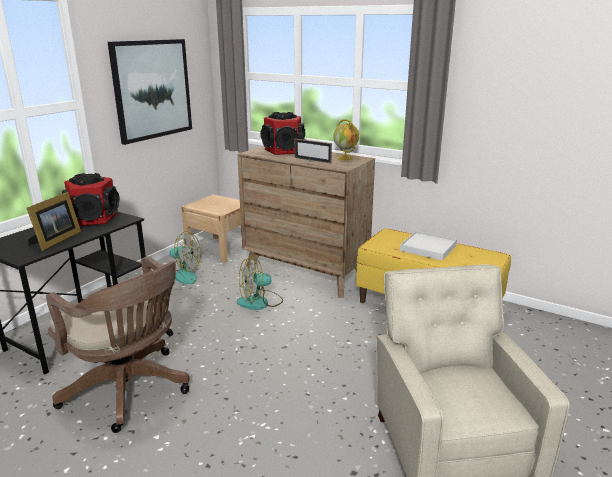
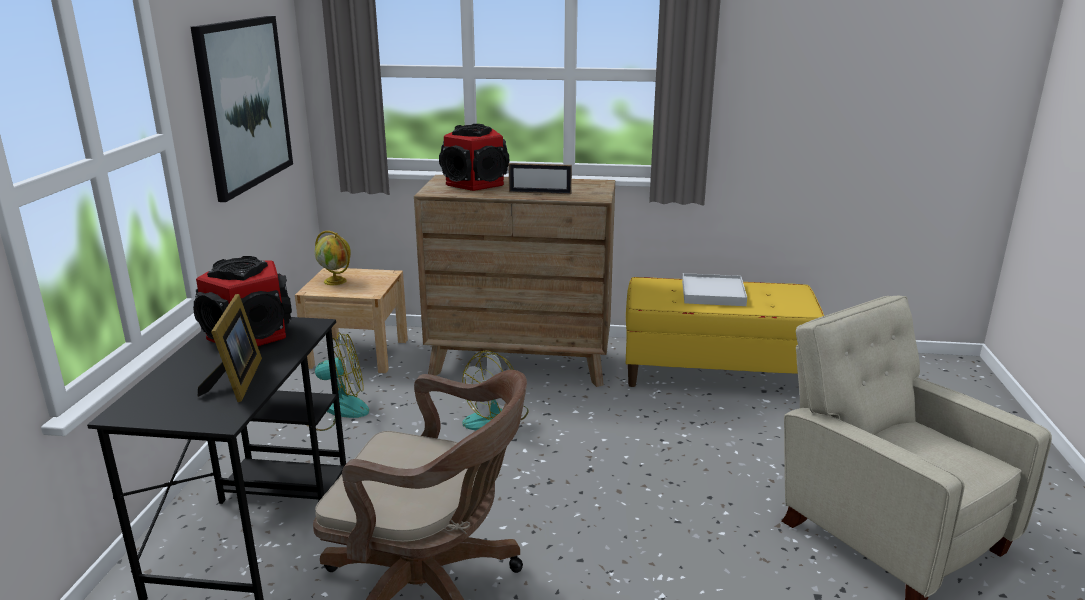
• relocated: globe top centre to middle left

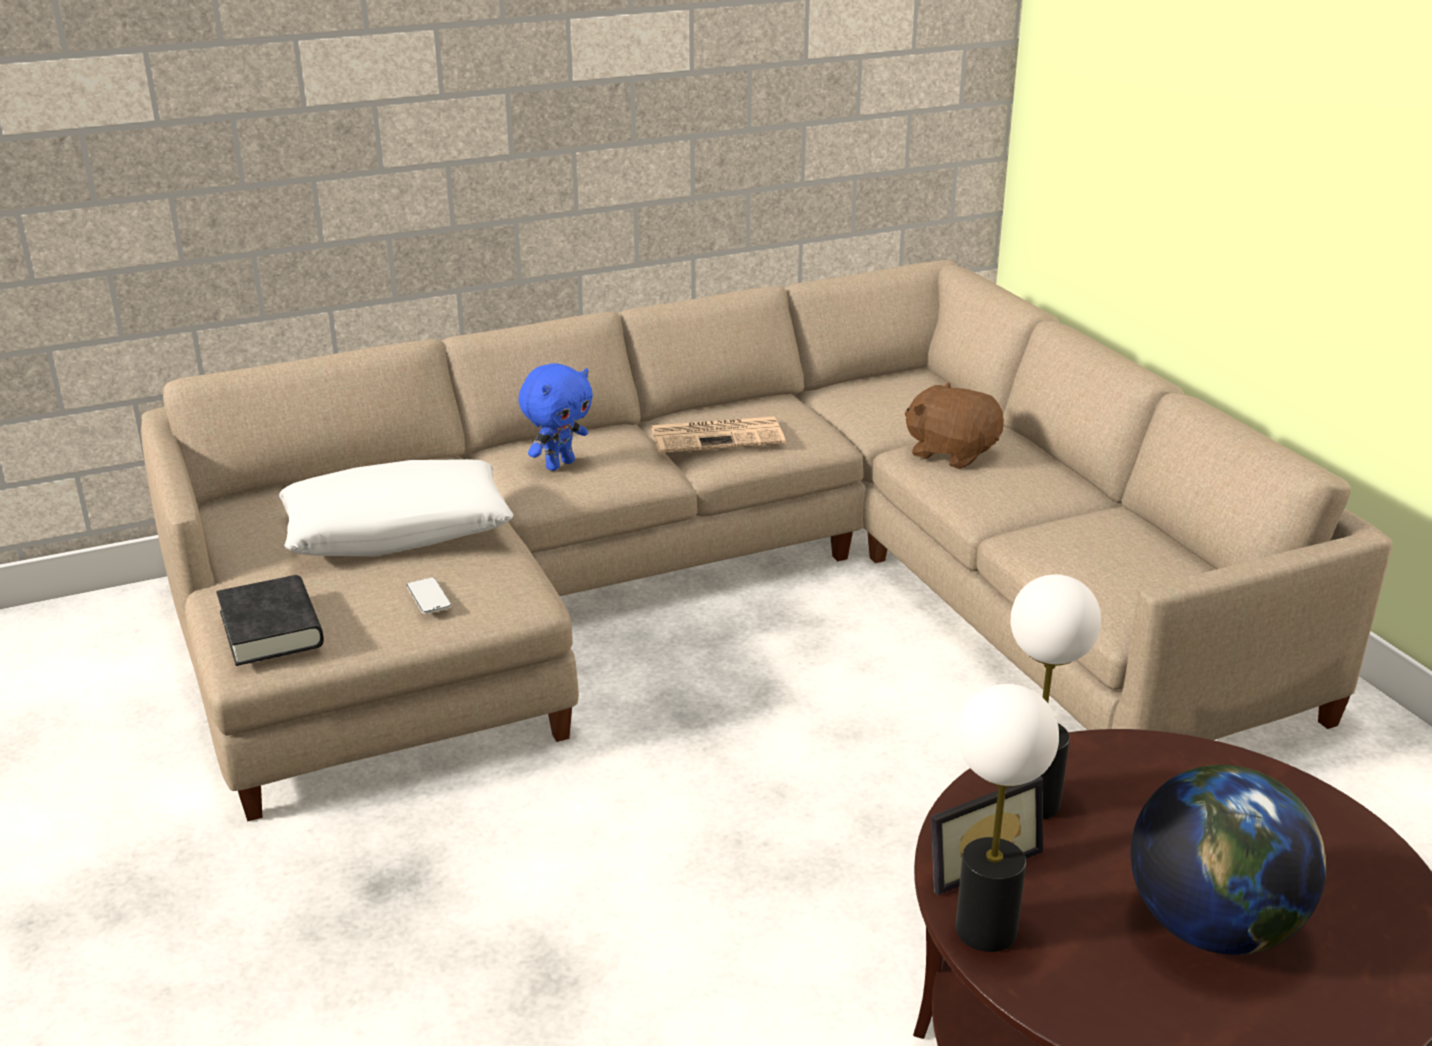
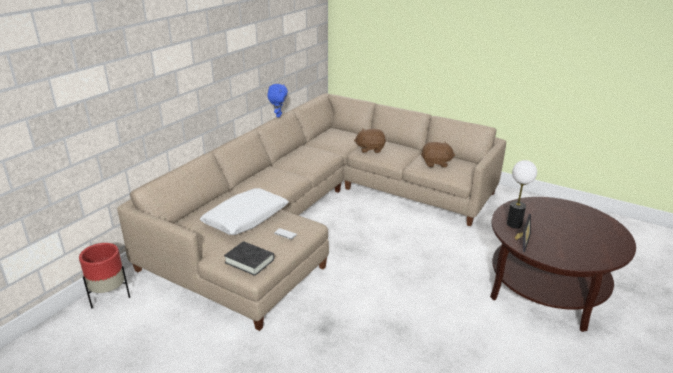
• appeared: red flower pot bottom left
• relocated: bluish soft toy centre to top centre
• appeared: brownish soft toy (no. 2 from left) centre
• missing: printed paper centre
• missing: tabletop lamp (no. 1 from left) bottom right
• missing: globe bottom right

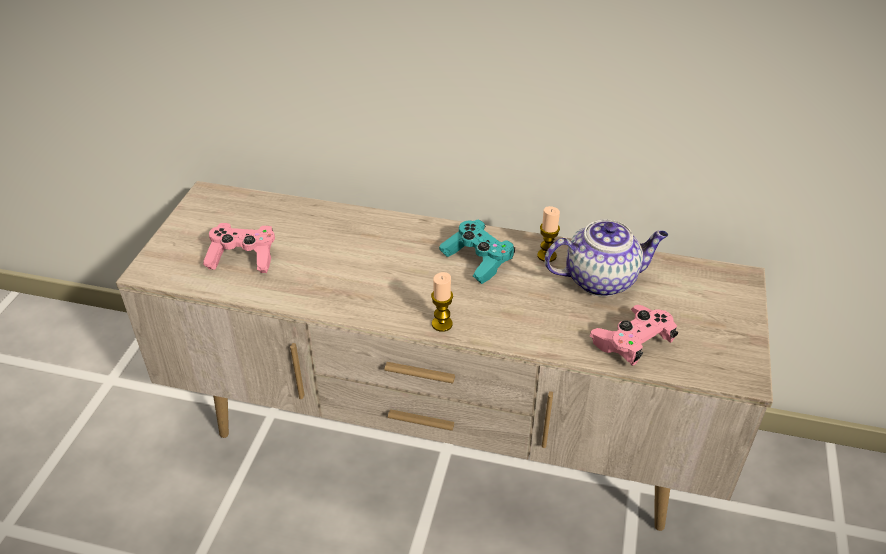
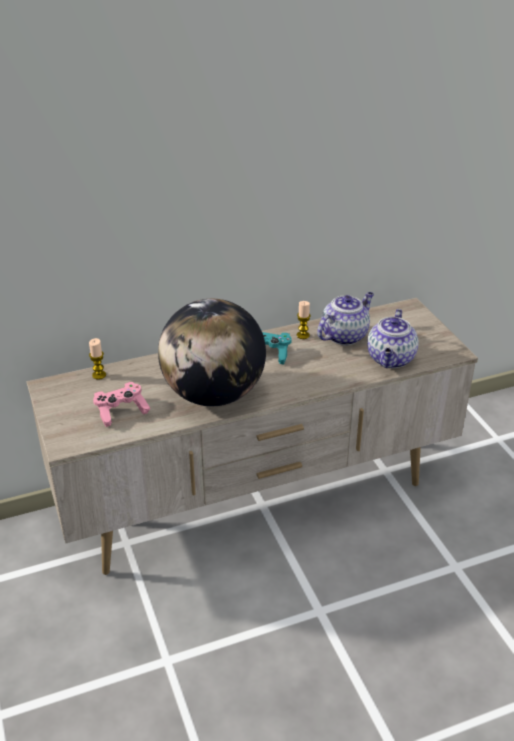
• relocated: wax light (no. 1 from left) centre to middle left
• appeared: globe centre
• exchanged: pink-coloured gamepad (no. 2 from left) middle right to teapot (no. 2 from left) middle right

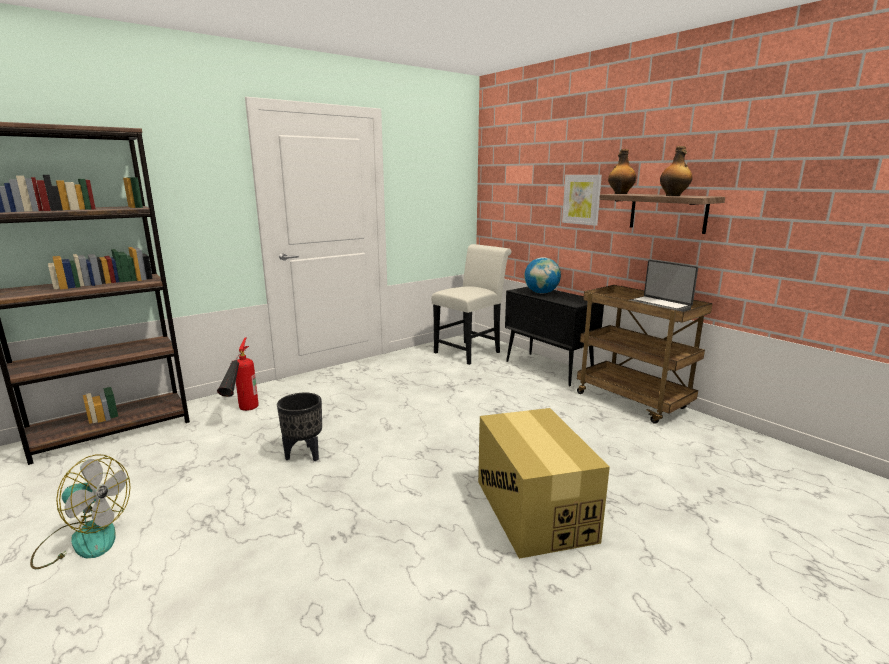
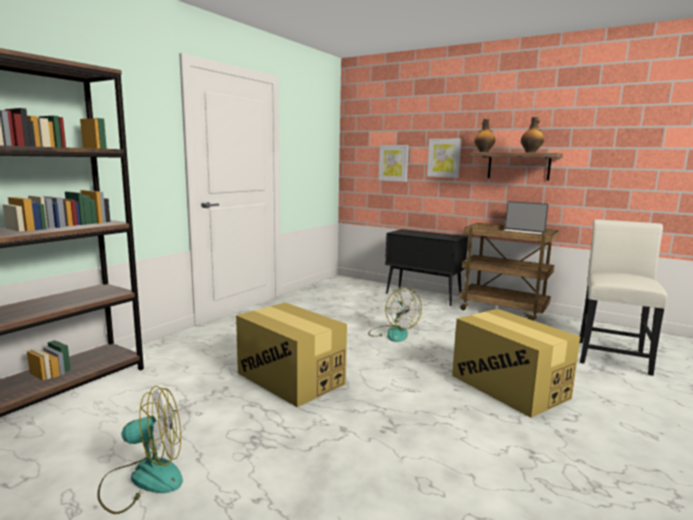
• exchanged: black-coloured flower pot centre to packing box (no. 1 from left) bottom centre
• appeared: fan (no. 2 from left) centre
• appeared: wall picture (no. 1 from left) top centre
• relocated: white chair centre to middle right
• missing: fire extinguisher middle left
• missing: globe centre

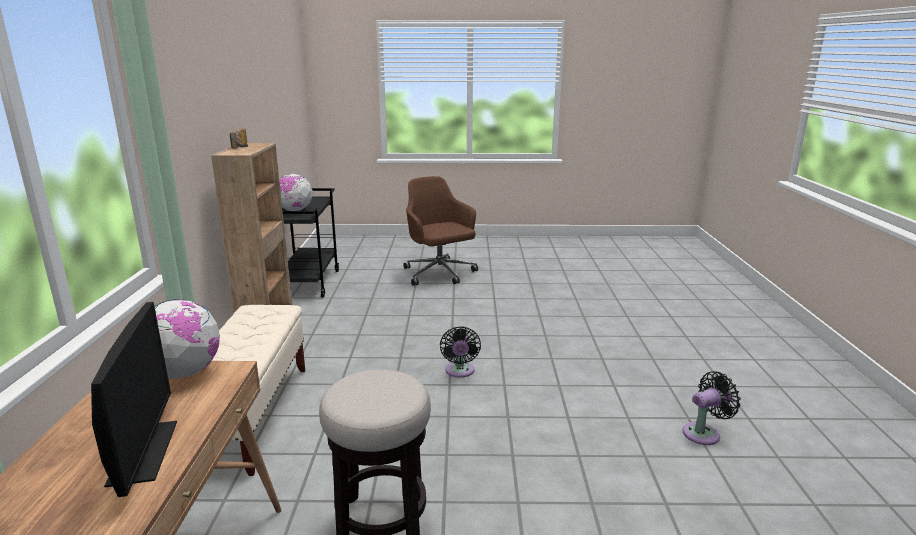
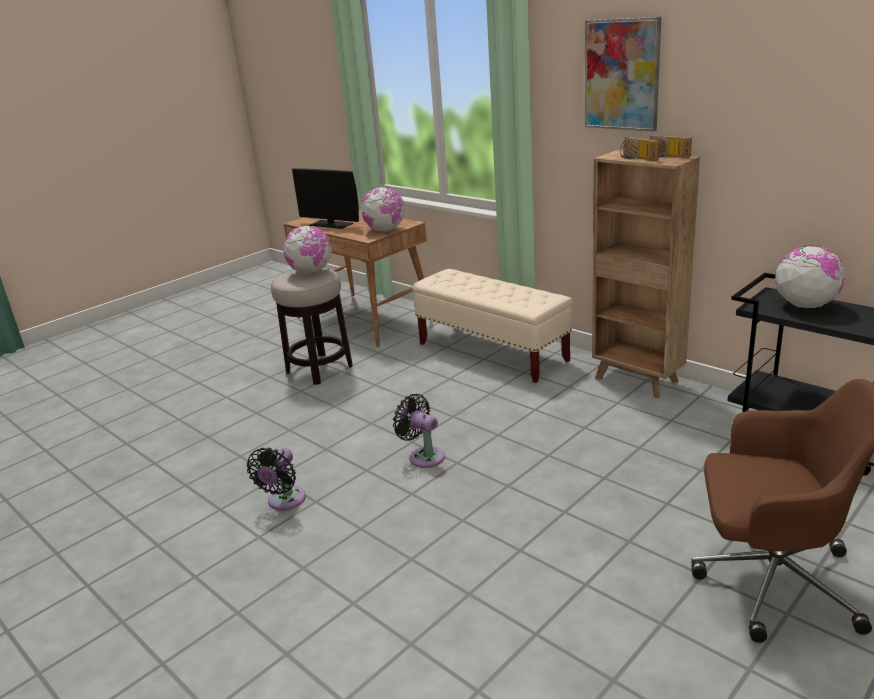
• relocated: black-coloured fan (no. 2 from left in the first image) bottom right to black-coloured fan (no. 1 from left) bottom left
• appeared: globe (no. 1 from left) centre
• appeared: wall picture top right
• appeared: radio set (no. 1 from left) top right

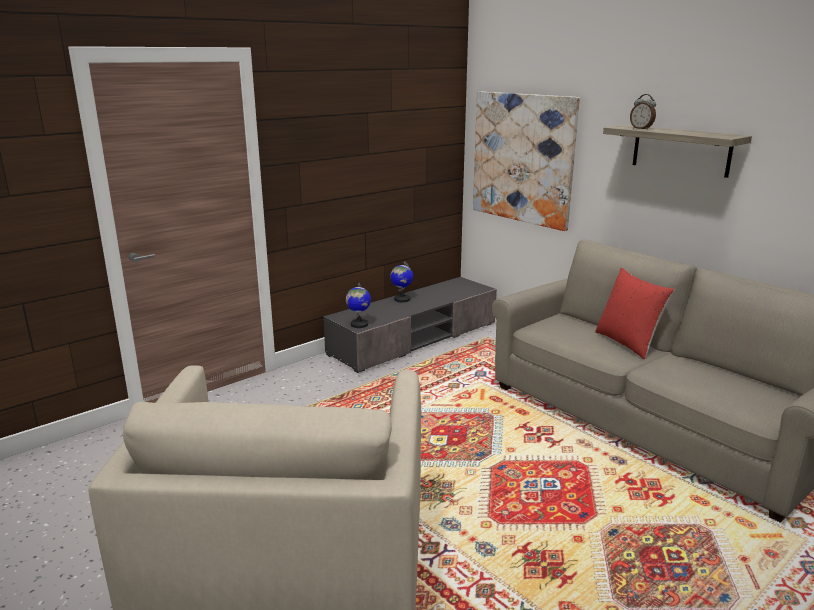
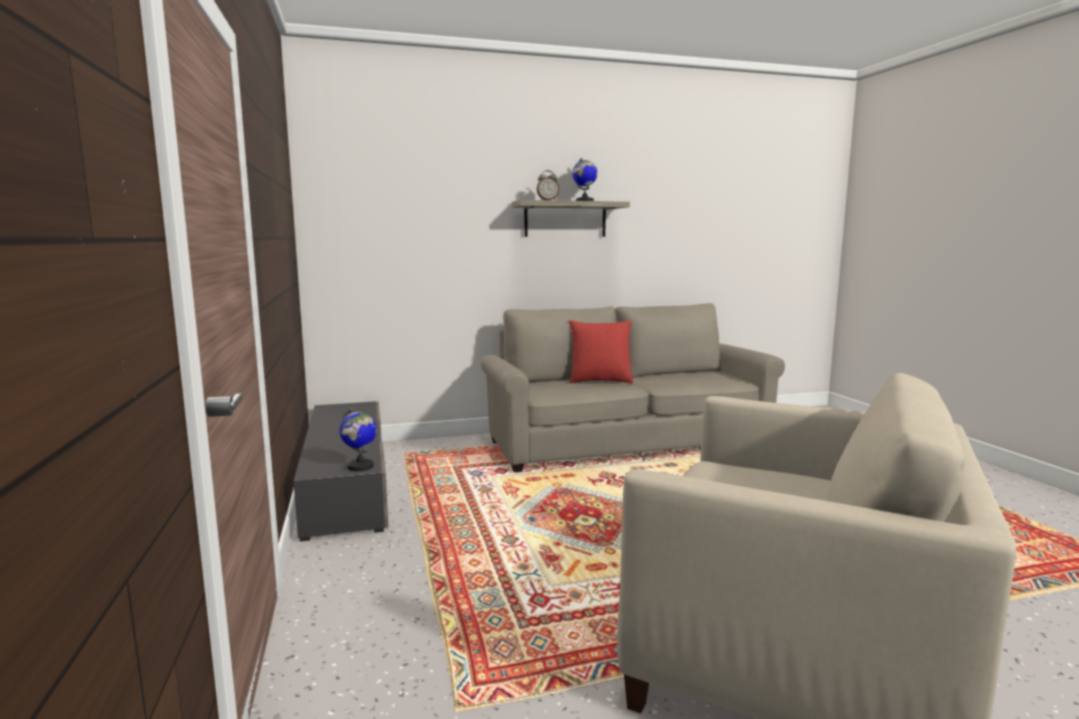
• relocated: globe (no. 2 from left) centre to top centre
• missing: wall picture top centre

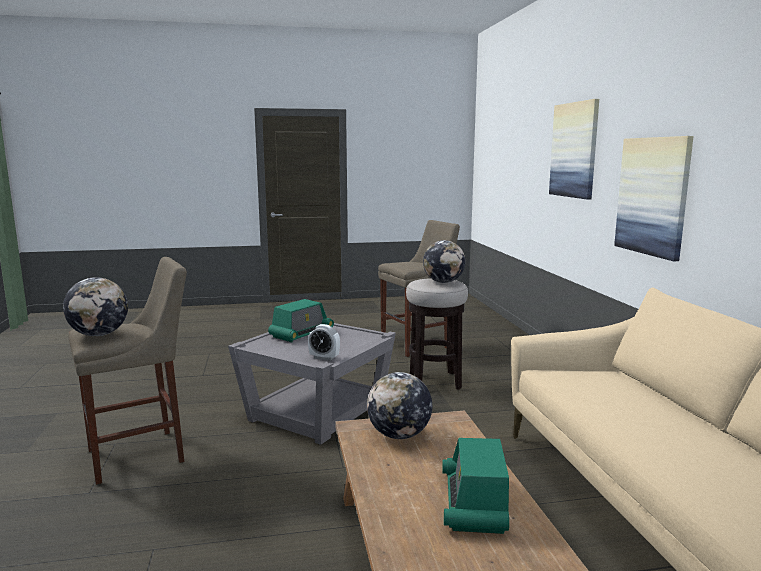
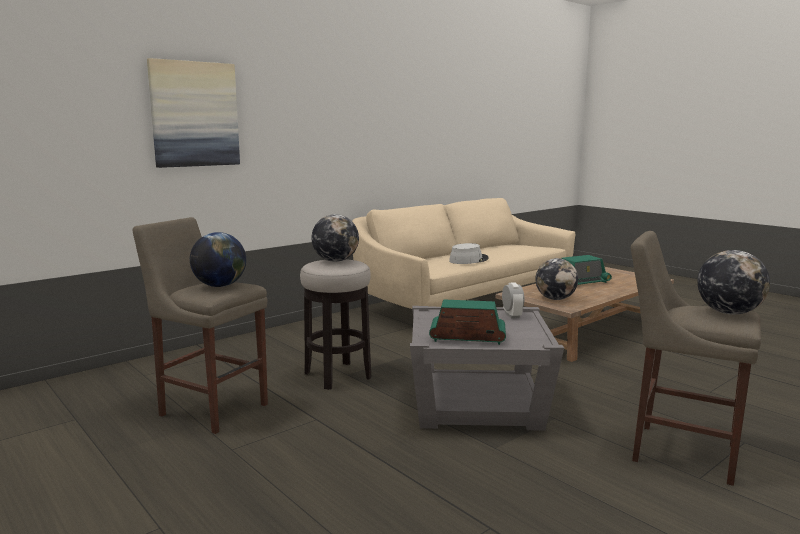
• appeared: globe (no. 1 from left) middle left
• appeared: gray clothing hat centre
• missing: wall picture (no. 2 from left) middle right

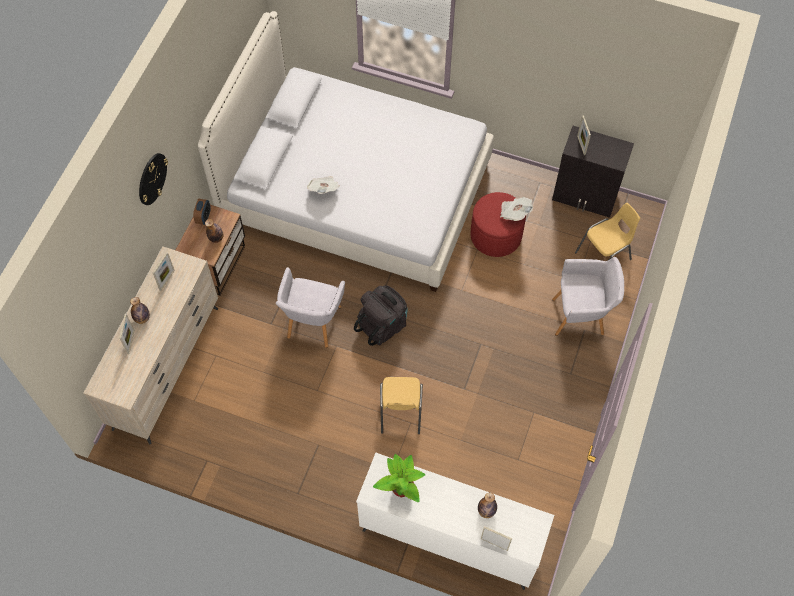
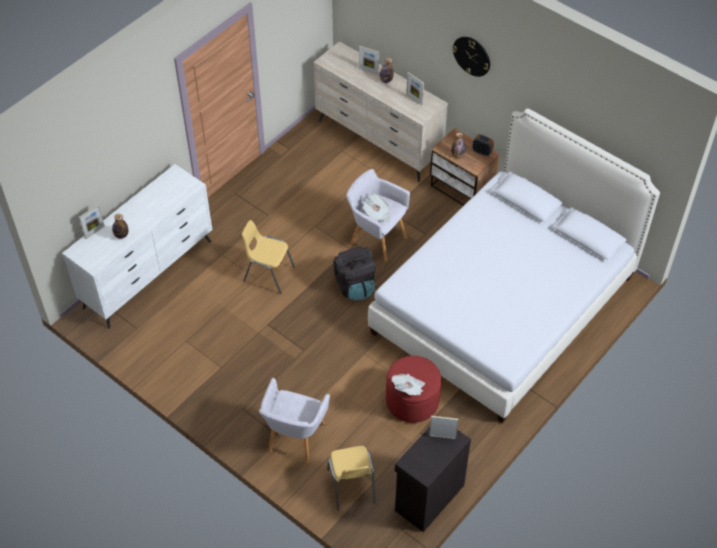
• relocated: printed paper (no. 1 from left) top centre to centre
• missing: potted plant bottom centre

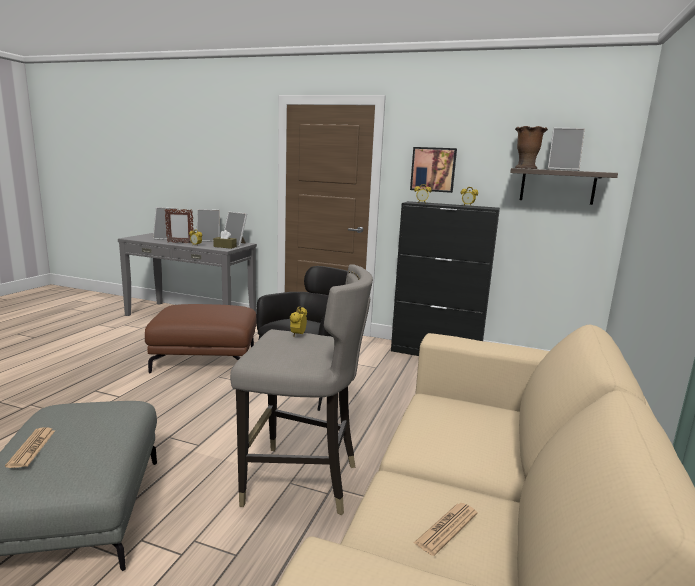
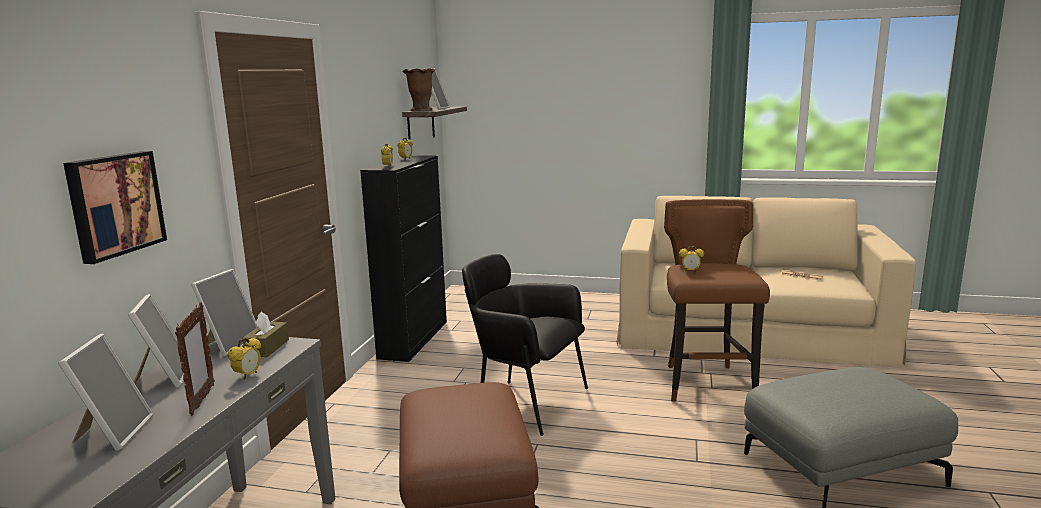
• relocated: wall picture top centre to middle left
• colour: gray stool centre to brownish stool middle right
• missing: printed paper (no. 1 from left) bottom left

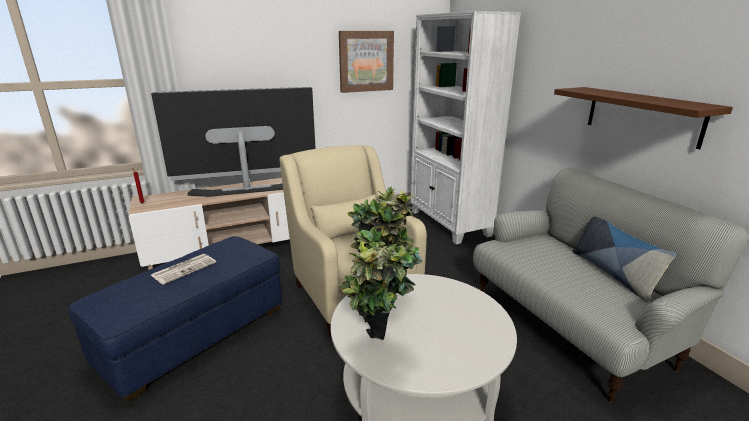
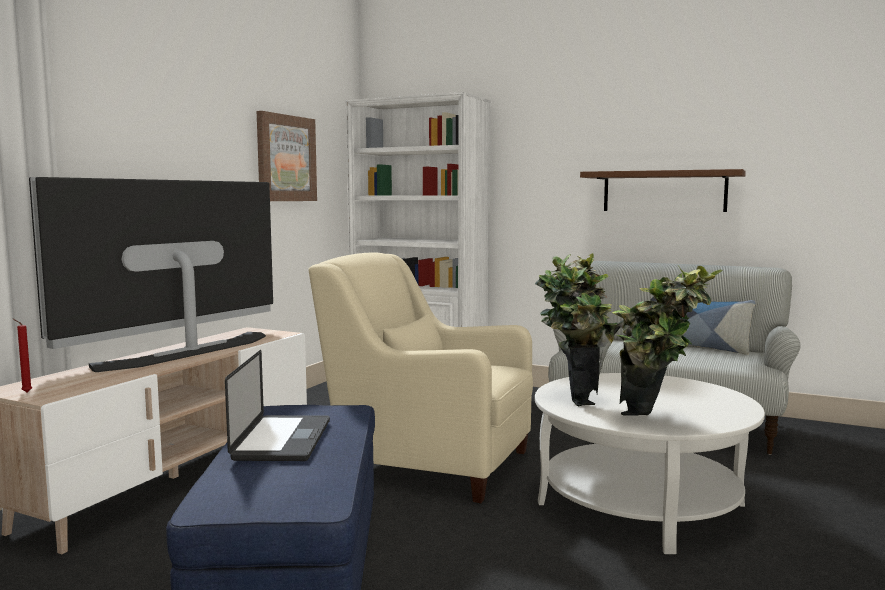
• exchanged: printed paper middle left to portable computer bottom left

